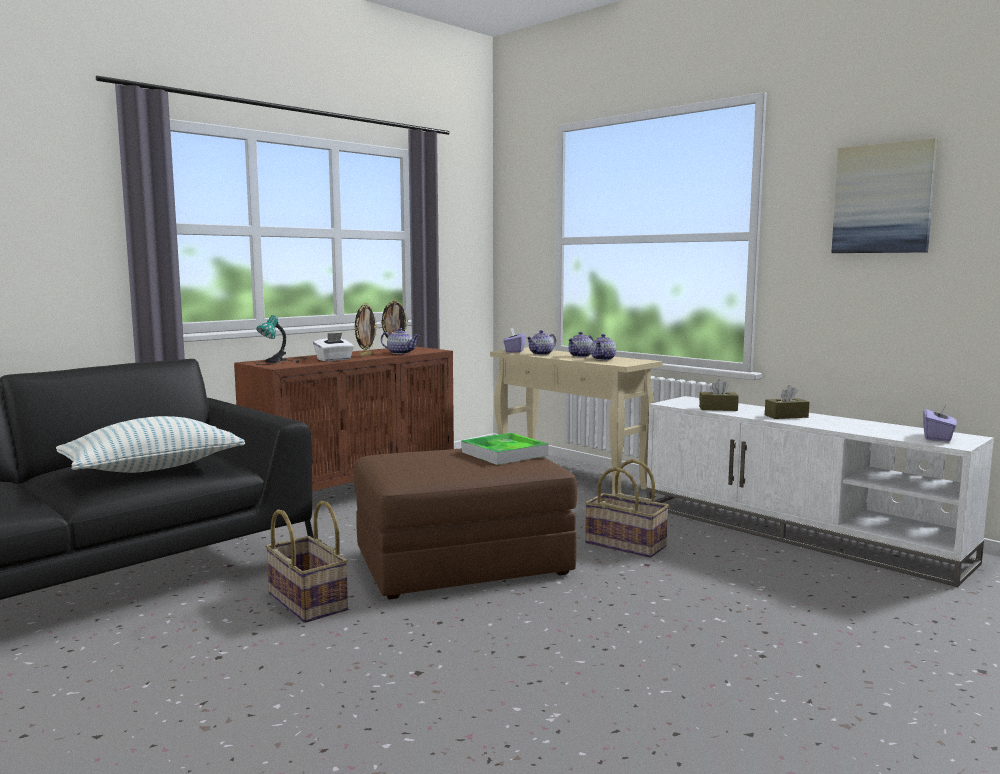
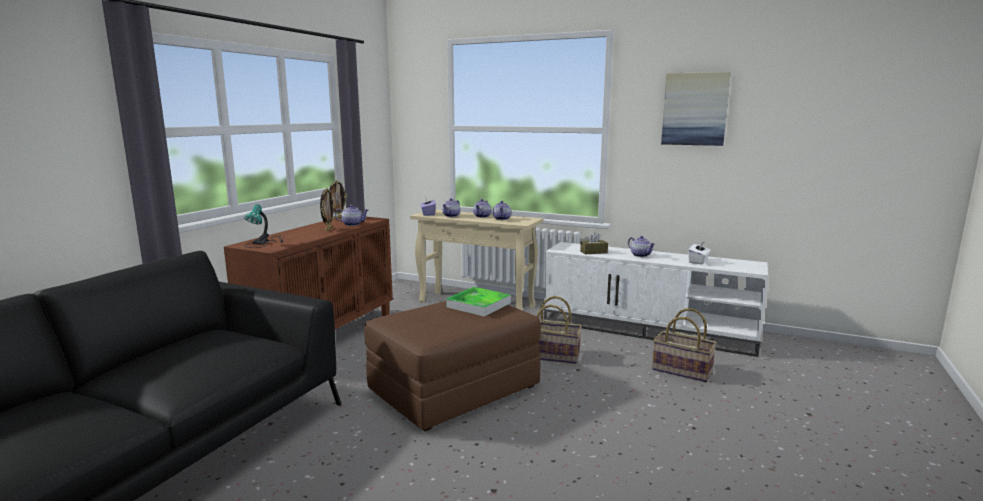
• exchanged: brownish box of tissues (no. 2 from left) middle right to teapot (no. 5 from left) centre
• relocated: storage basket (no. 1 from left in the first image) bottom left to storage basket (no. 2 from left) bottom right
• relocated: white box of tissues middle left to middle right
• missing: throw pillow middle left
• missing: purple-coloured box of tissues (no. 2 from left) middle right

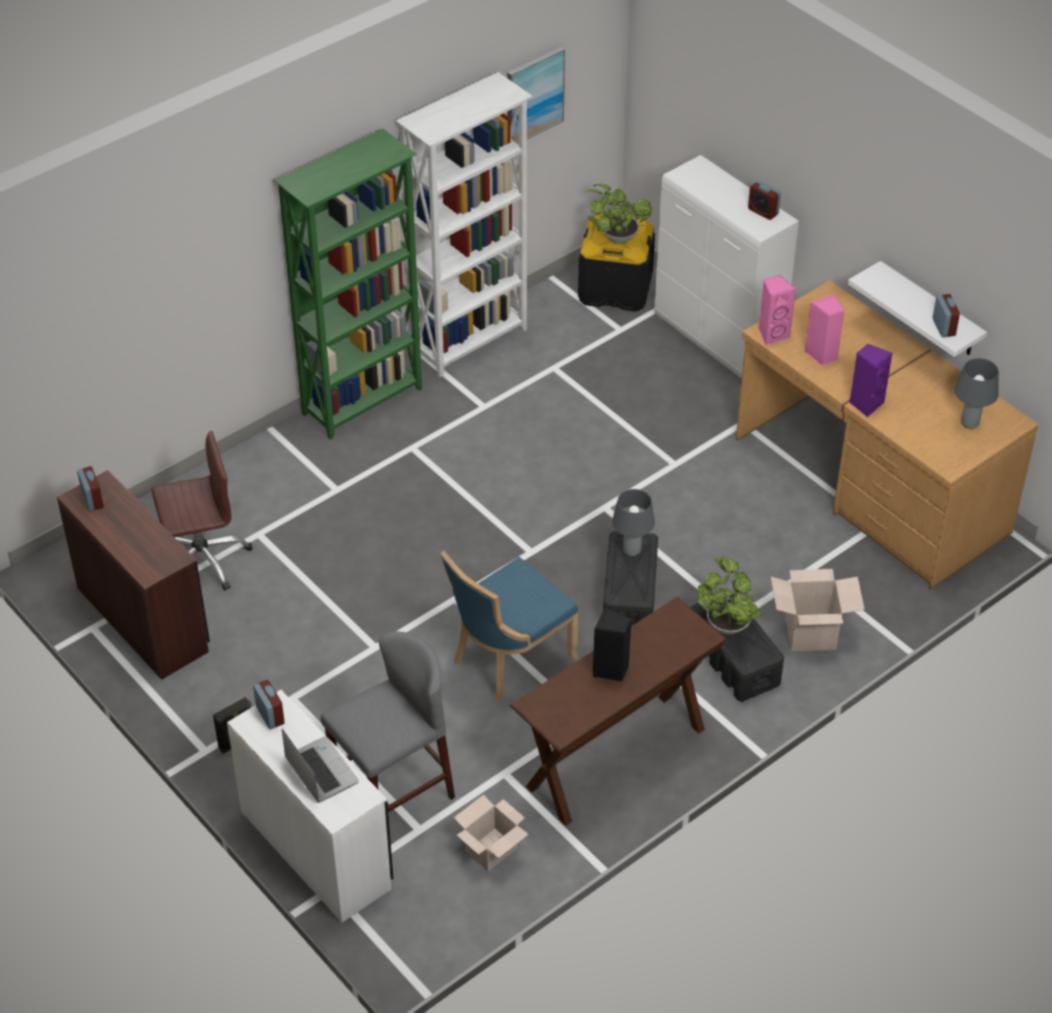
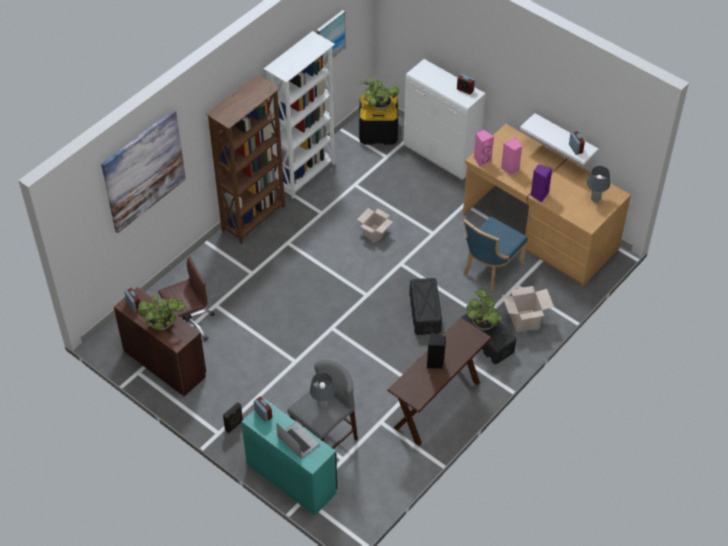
• appeared: wall picture (no. 1 from left) top left
• appeared: potted plant (no. 1 from left) middle left
• colour: greenish bookcase top left to brownish bookcase top centre
• colour: white desk table bottom left to blue-green desk table bottom centre
• relocated: gray tabletop lamp (no. 1 from left) centre to bottom centre
• relocated: packing box (no. 1 from left) bottom centre to centre
• relocated: bluish chair centre to middle right

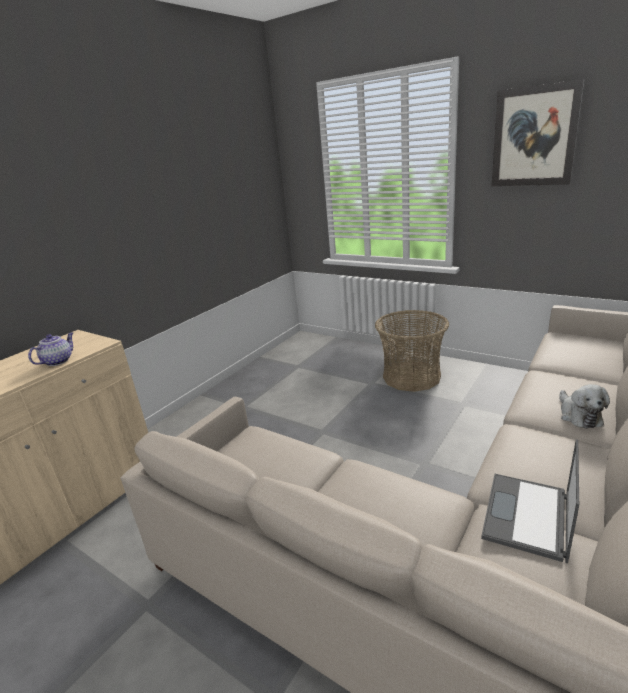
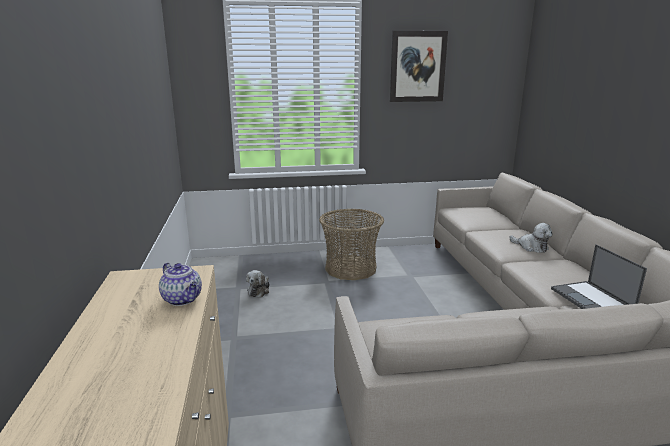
• spun: teapot middle left = middle left 150 degrees clockwise
• appeared: soft toy (no. 1 from left) centre

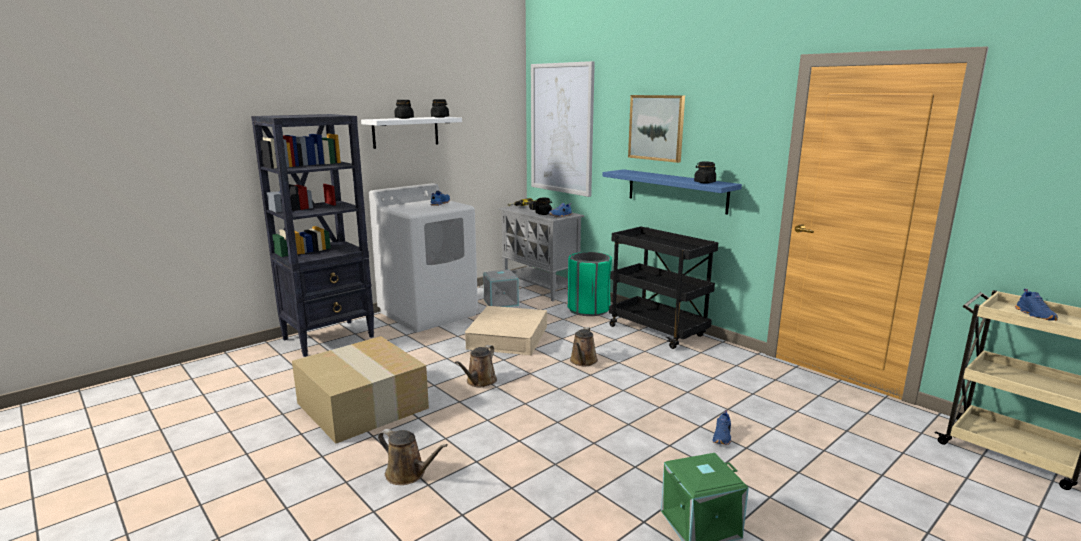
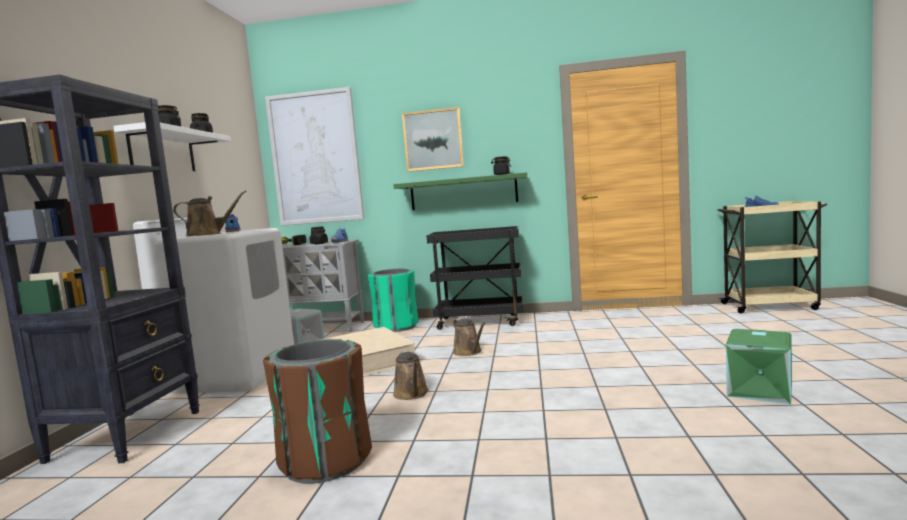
• relocated: brownish sprinkling can (no. 1 from left) bottom centre to middle left
• exchanged: packing box bottom left to brownish trash can bottom centre
• colour: bluish shelf centre to greenish shelf centre
• missing: bluish low shoe (no. 3 from left) bottom right

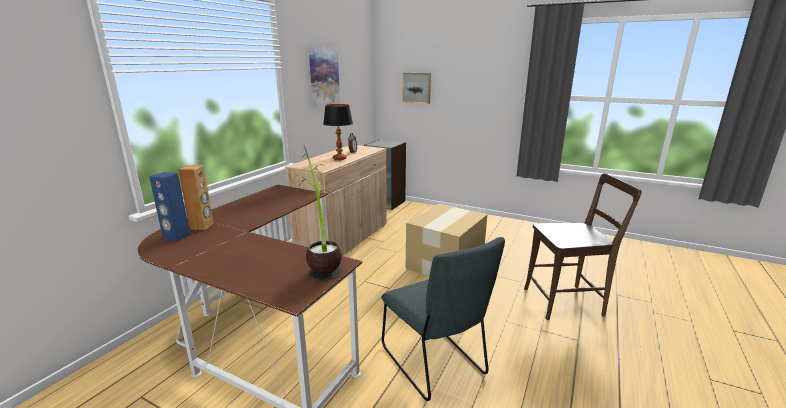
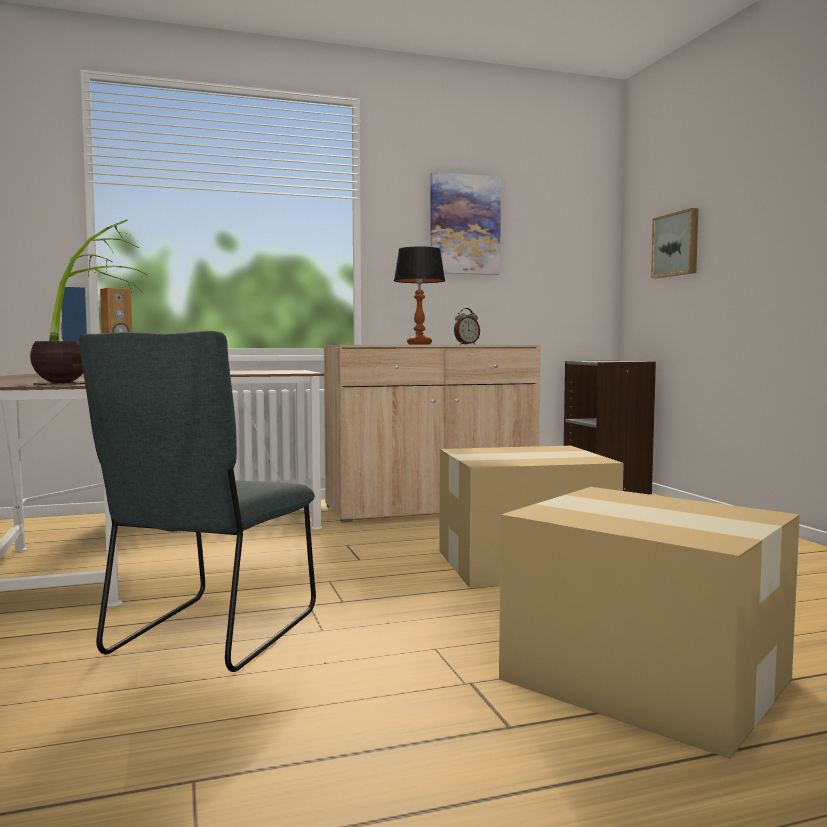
• exchanged: brownish chair middle right to packing box (no. 2 from left) bottom right

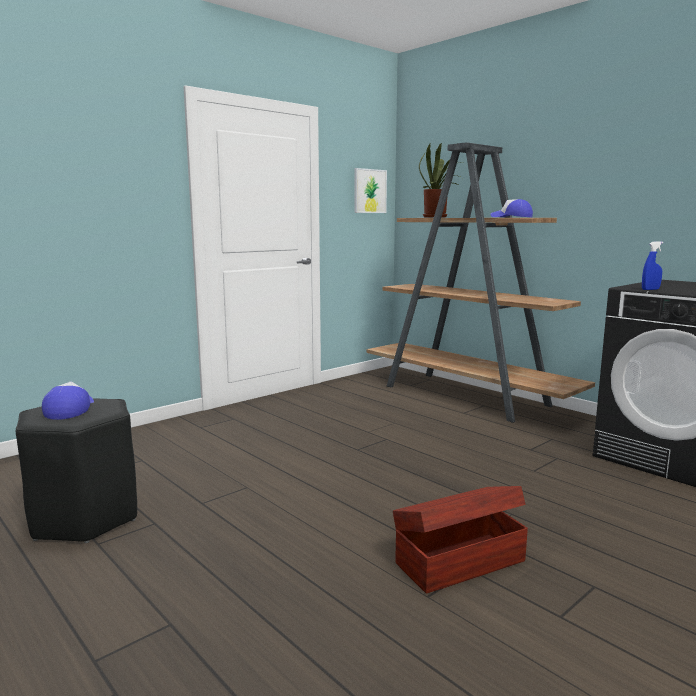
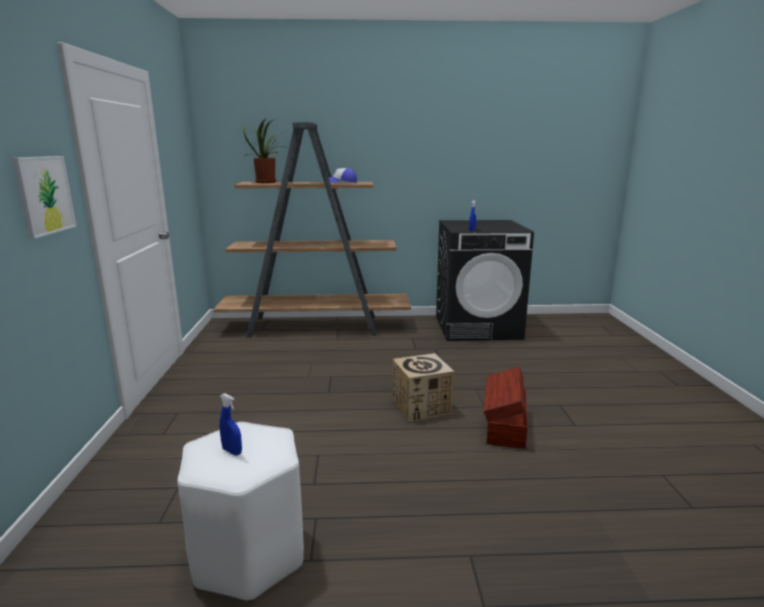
• relocated: wall picture top centre to top left
• colour: black-coloured stool bottom left to white stool bottom left
• exchanged: baseball cap (no. 1 from left) middle left to bluish spray bottle (no. 1 from left) bottom left
• appeared: packing box centre

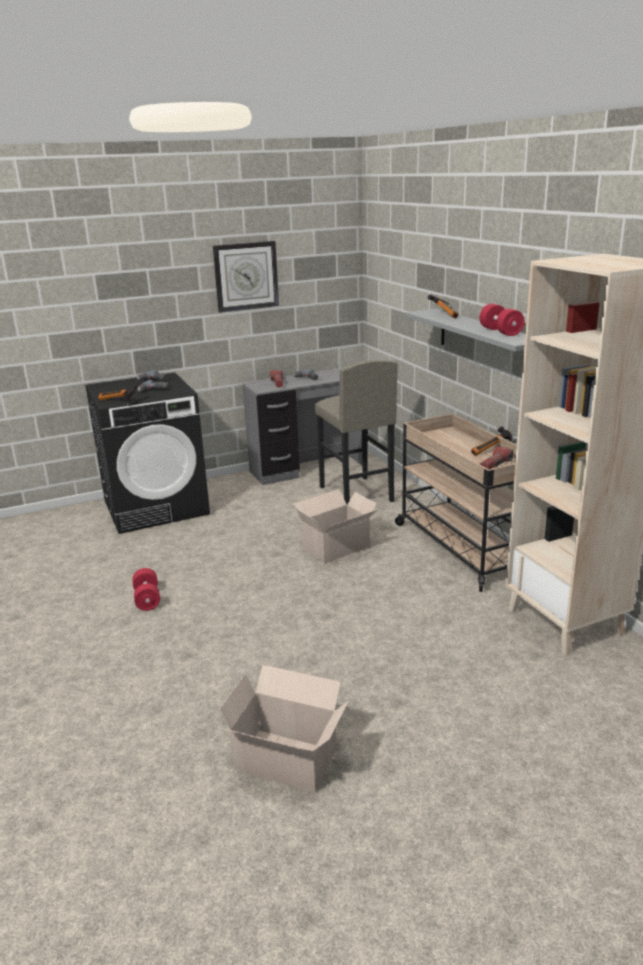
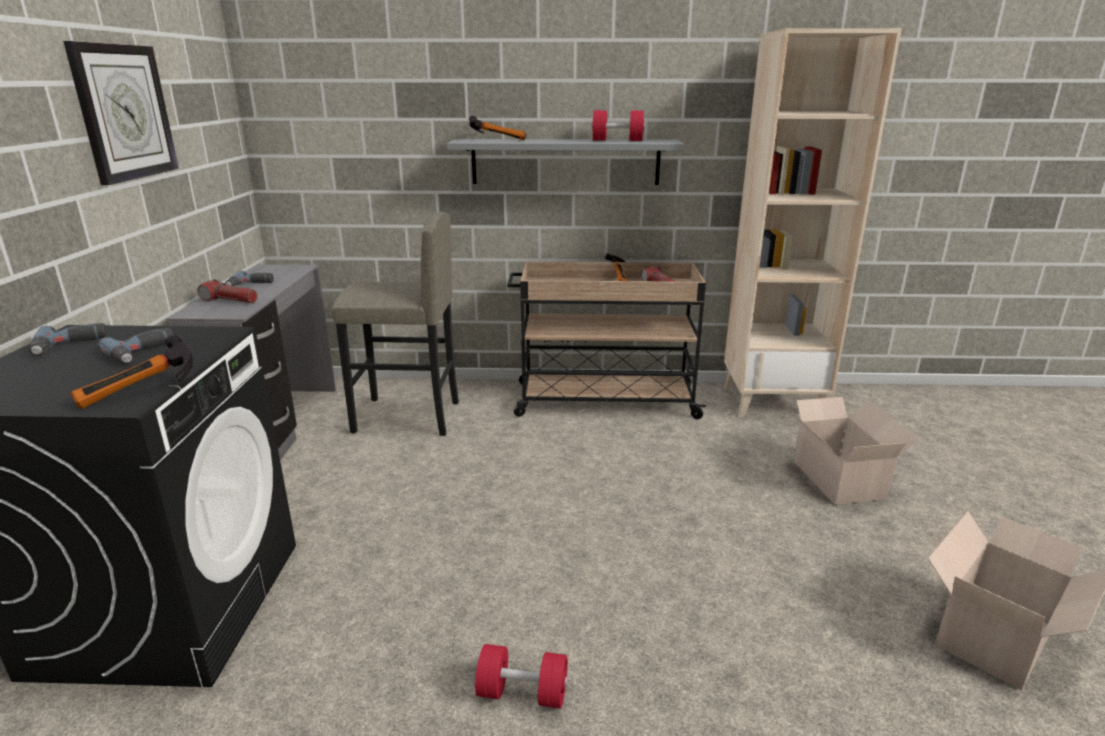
• relocated: packing box (no. 2 from left in the first image) centre to packing box (no. 1 from left) middle right

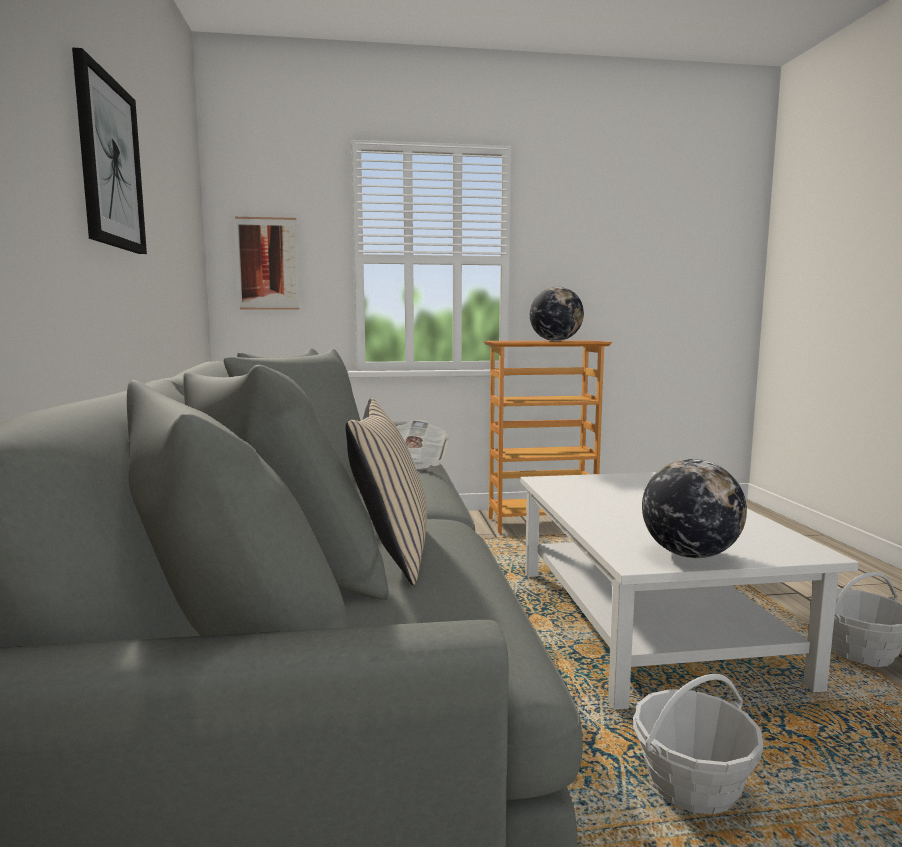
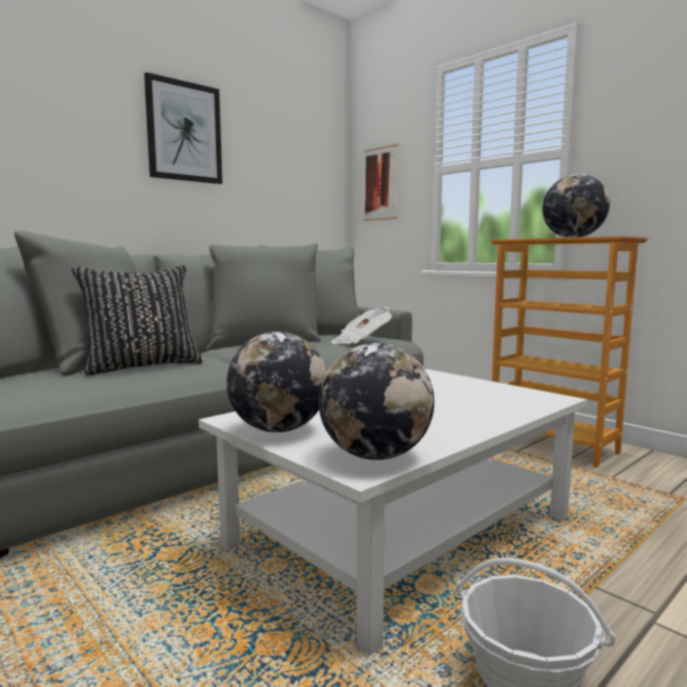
• colour: beige throw pillow centre to black-coloured throw pillow middle left
• appeared: globe (no. 2 from left) centre
• missing: storage basket (no. 1 from left) bottom right

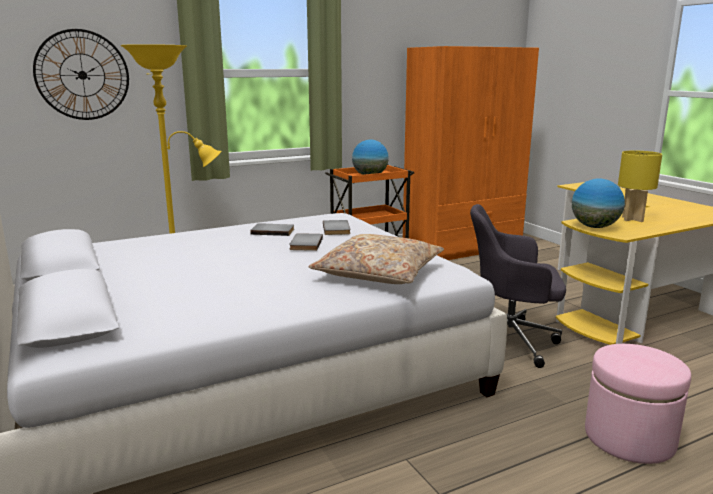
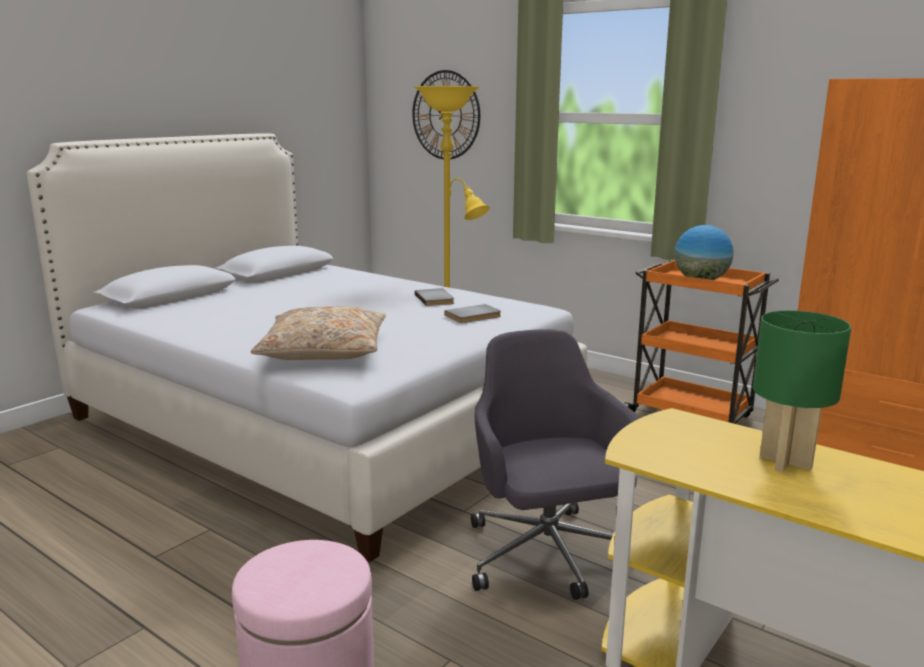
• colour: yellowish tabletop lamp middle right to greenish tabletop lamp middle right
• missing: gray volume (no. 2 from left) centre
• missing: globe (no. 2 from left) middle right

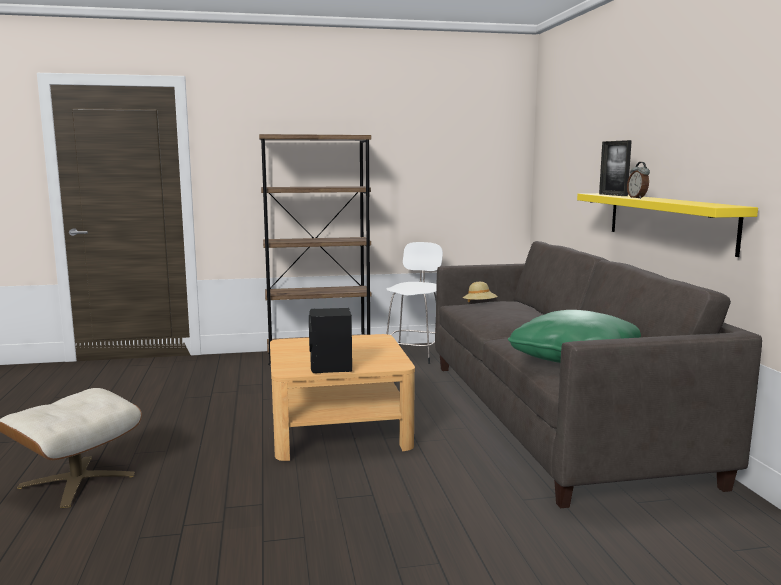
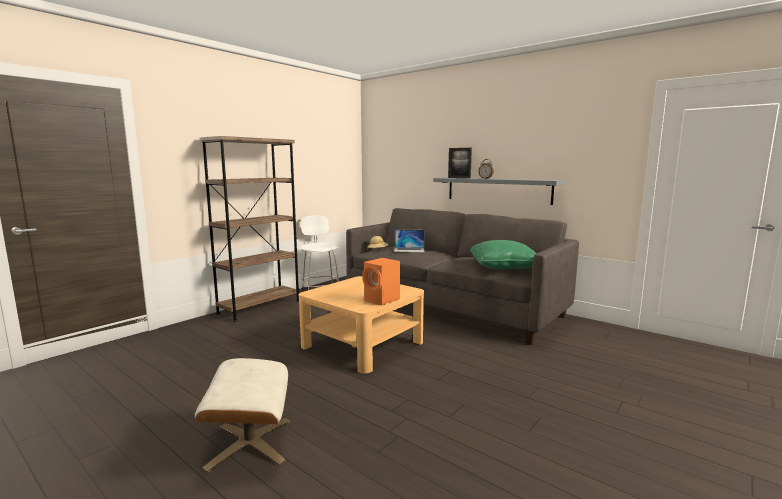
• colour: black-coloured speaker centre to orangey speaker centre
• appeared: portable computer centre
• colour: yellowish shelf middle right to gray shelf centre

